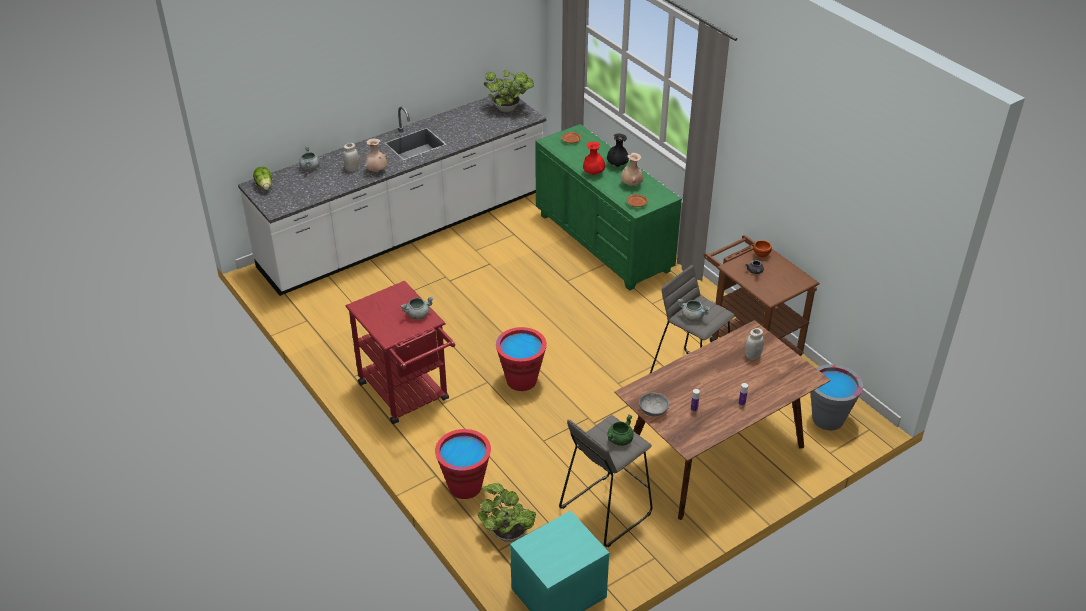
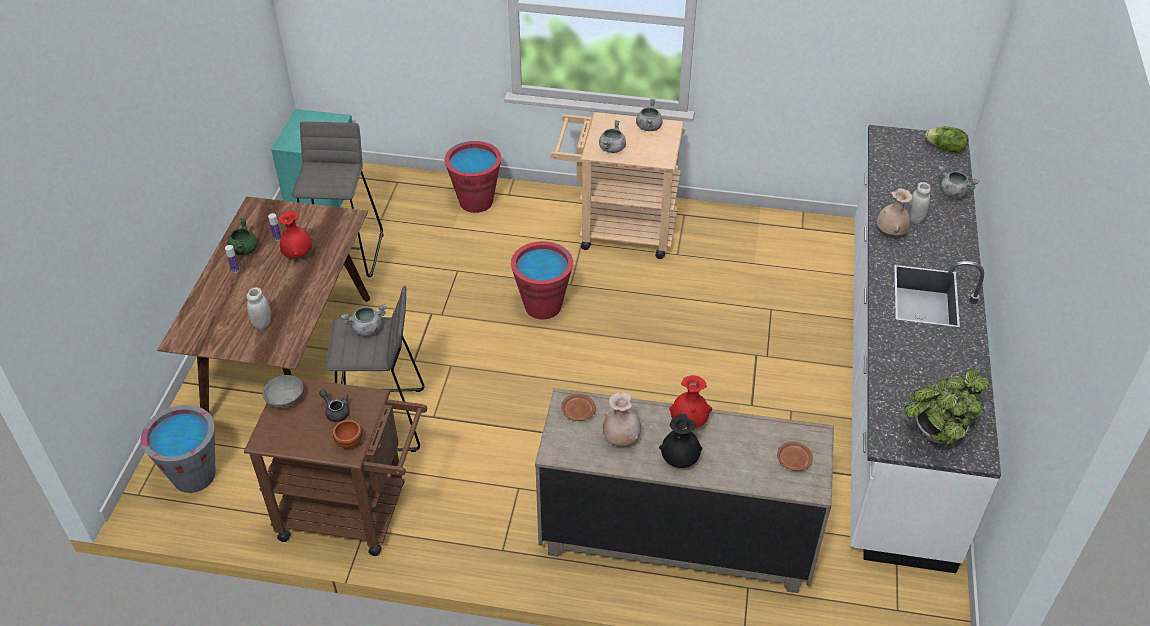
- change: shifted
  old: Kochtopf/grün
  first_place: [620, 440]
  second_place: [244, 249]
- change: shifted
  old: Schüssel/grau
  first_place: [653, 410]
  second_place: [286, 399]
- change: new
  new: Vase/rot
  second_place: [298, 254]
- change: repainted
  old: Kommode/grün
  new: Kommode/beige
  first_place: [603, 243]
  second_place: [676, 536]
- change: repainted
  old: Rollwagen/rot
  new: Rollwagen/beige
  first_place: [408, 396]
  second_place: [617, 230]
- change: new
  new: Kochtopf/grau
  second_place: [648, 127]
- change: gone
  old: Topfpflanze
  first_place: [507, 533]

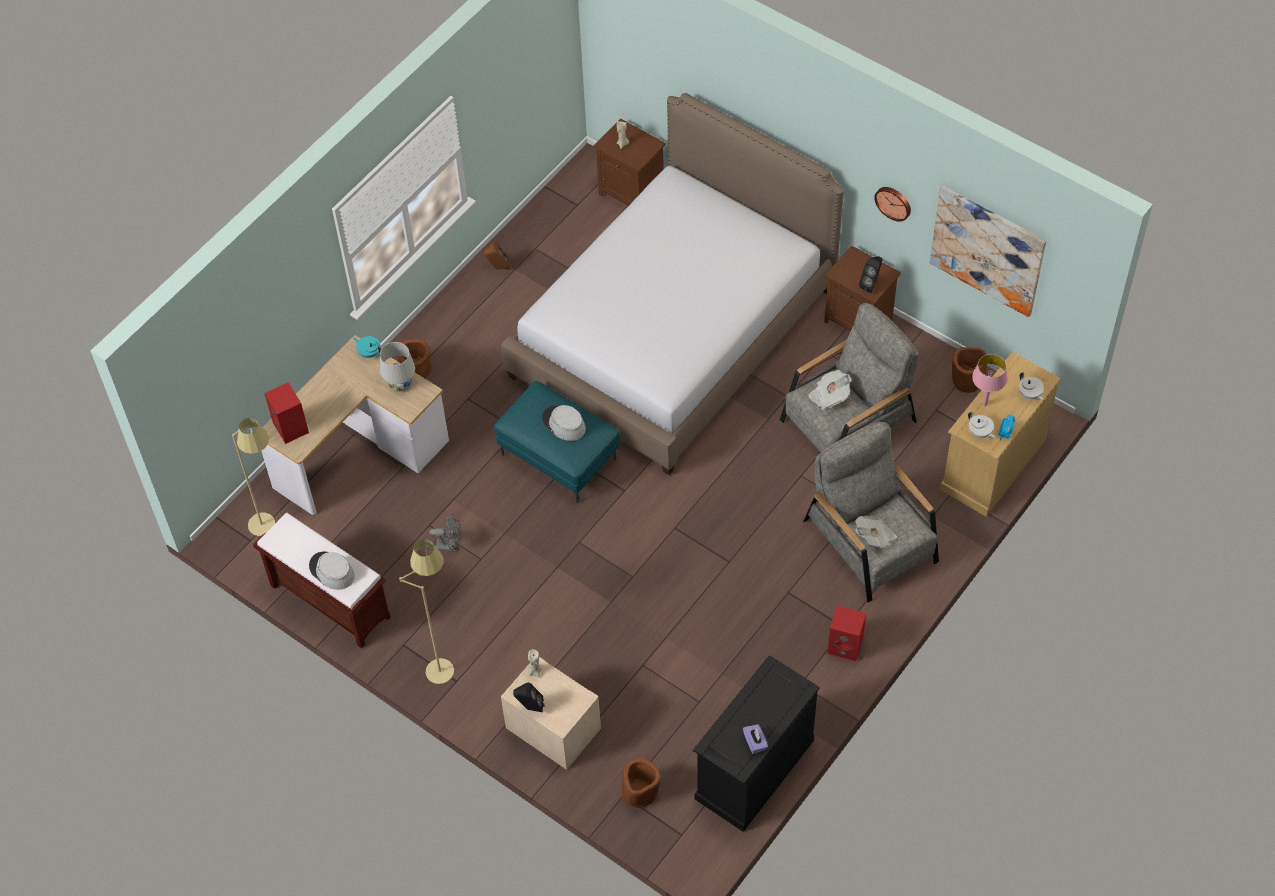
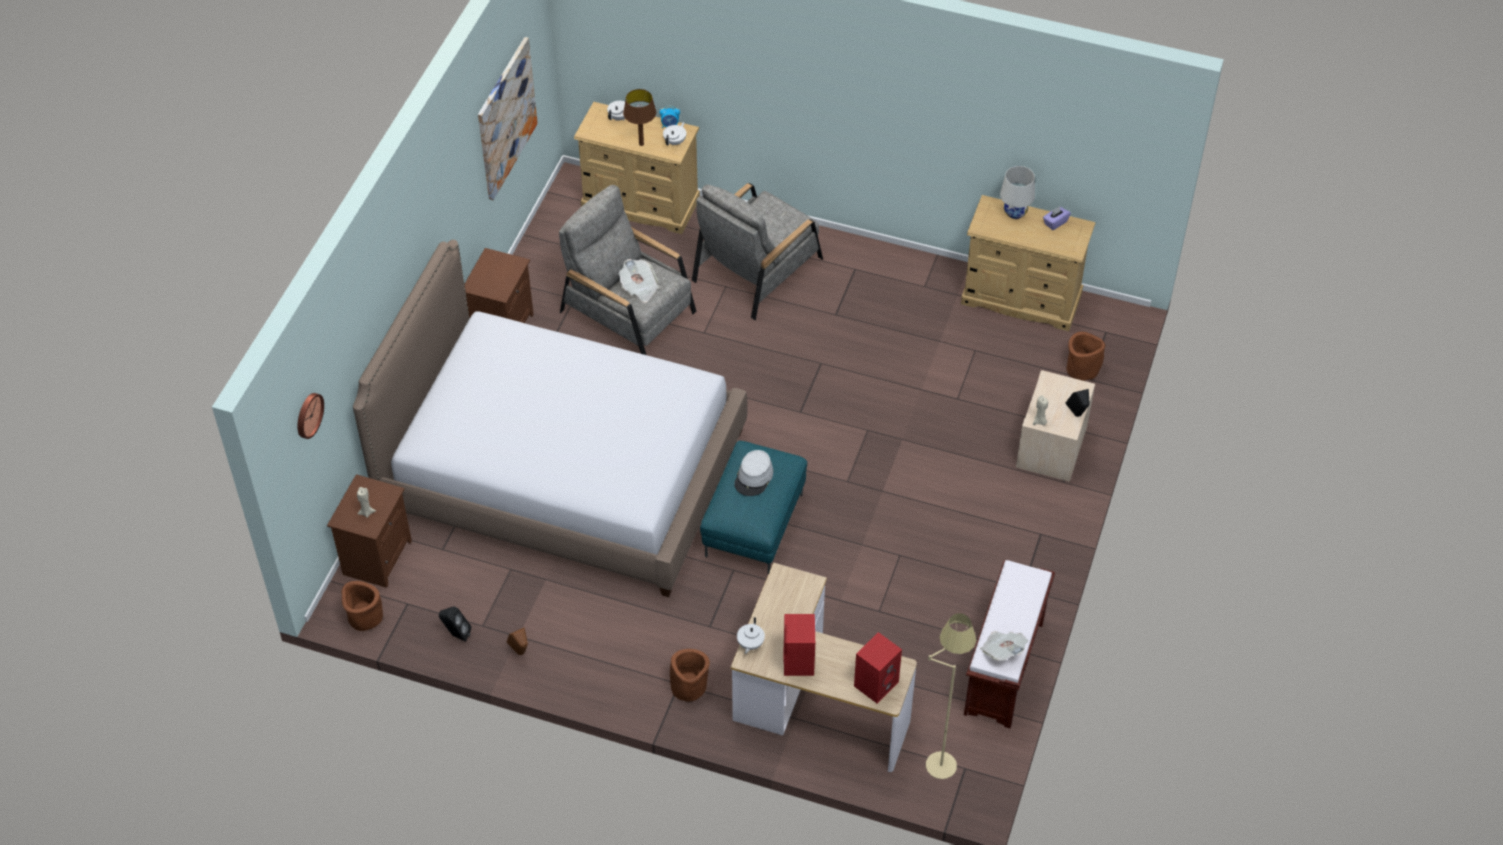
- change: shifted
  old: Wanduhr
  first_place: [893, 202]
  second_place: [308, 415]
- change: shifted
  old: Pflanzkübel/braun
  first_place: [967, 380]
  second_place: [364, 617]
- change: shifted
  old: Lautsprecher/schwarz
  first_place: [871, 284]
  second_place: [456, 635]
- change: repainted
  old: Tischlampe/rosa
  new: Tischlampe/braun
  first_place: [985, 404]
  second_place: [641, 144]
- change: repainted
  old: Teekanne/türkis
  new: Teekanne/weiß
  first_place: [369, 352]
  second_place: [750, 644]
- change: shifted
  old: Lautsprecher/rot
  first_place: [846, 645]
  second_place: [797, 660]
- change: repainted
  old: Kommode/schwarz
  new: Kommode/beige
  first_place: [754, 769]
  second_place: [1021, 299]
- change: shifted
  old: Zeitung
  first_place: [875, 537]
  second_place: [1002, 651]
- change: shifted
  old: Tischlampe/weiß
  first_place: [400, 384]
  second_place: [1015, 212]
- change: gone
  old: Hut/grau
  first_place: [331, 571]
- change: gone
  old: Stehlampe/beige
  first_place: [441, 659]
- change: gone
  old: Ventilator/grau
  first_place: [450, 545]

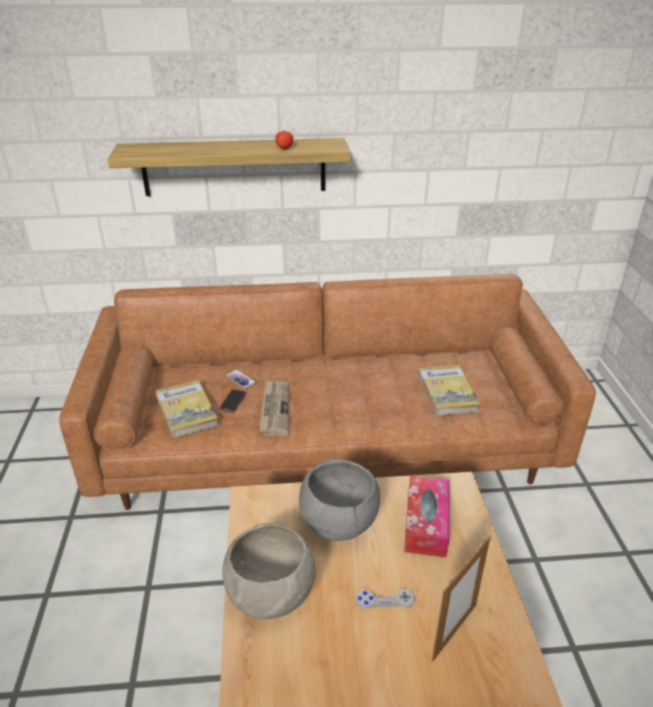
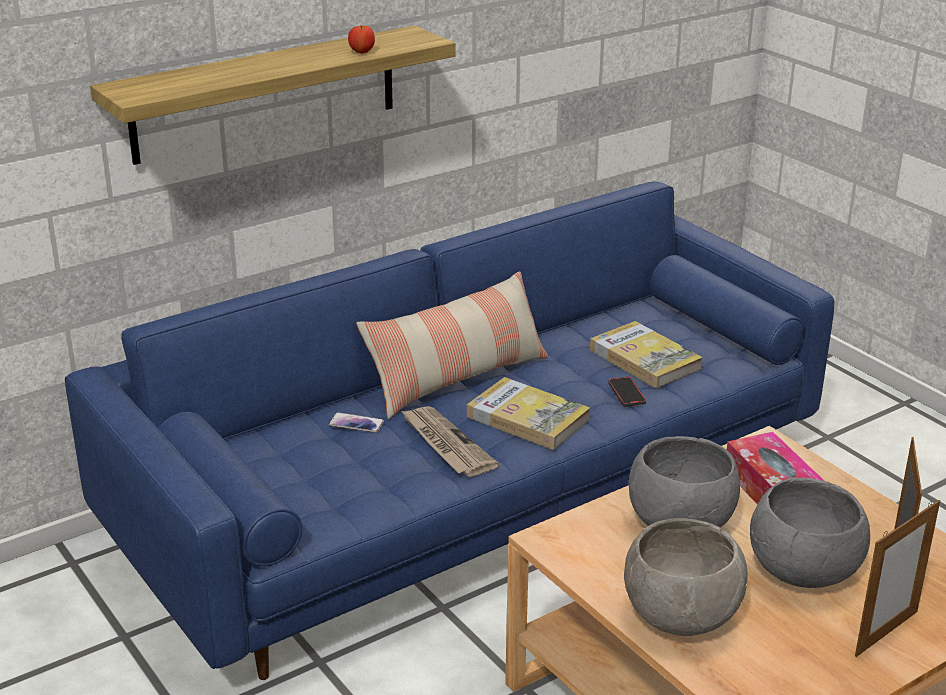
- change: repainted
  old: Sofa/braun
  new: Sofa/blau
  first_place: [326, 440]
  second_place: [472, 494]
- change: new
  new: Kissen
  second_place: [457, 378]
- change: shifted
  old: Buch
  first_place: [186, 411]
  second_place: [527, 418]
- change: shifted
  old: Handy
  first_place: [233, 402]
  second_place: [626, 393]
- change: swapped
  old: Gamepad/grau
  new: Schüssel/grau
  first_place: [385, 599]
  second_place: [802, 573]
- change: new
  new: Bilderrahmen
  second_place: [886, 633]

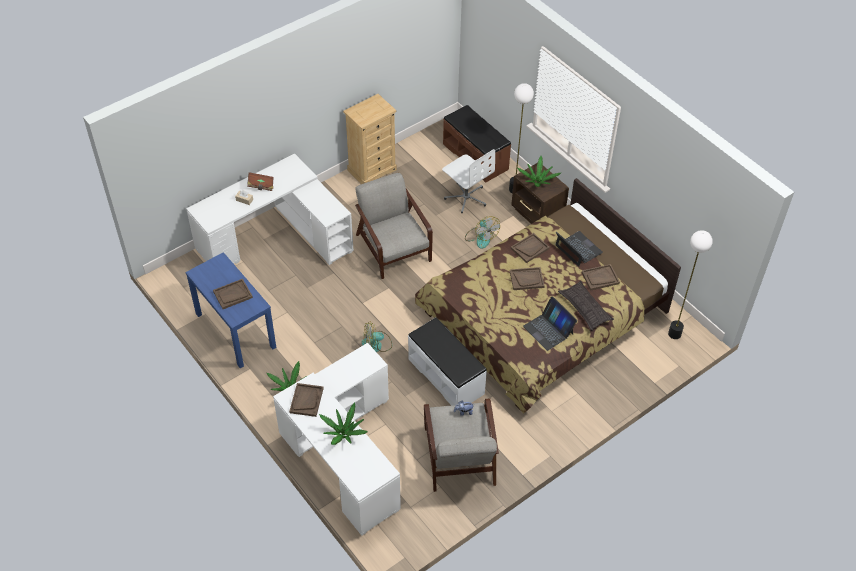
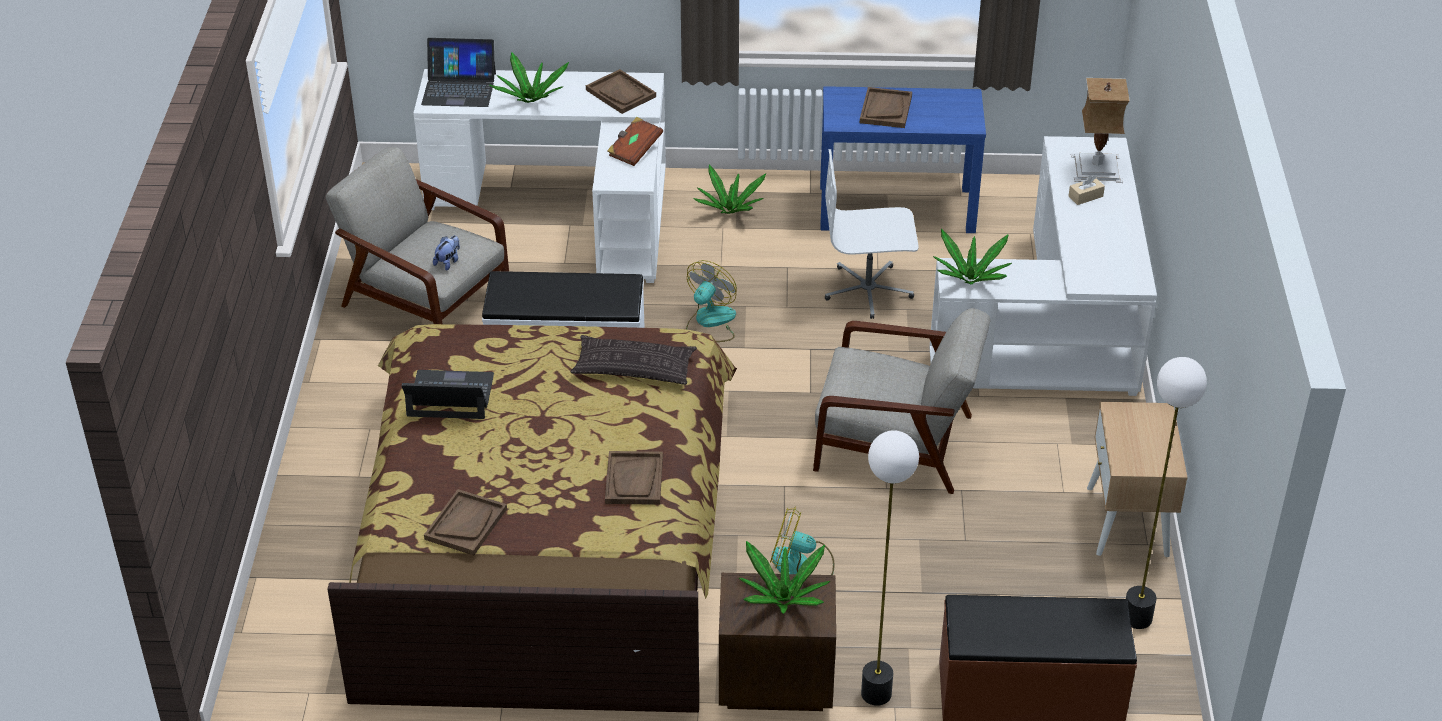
- change: shifted
  old: Laptop
  first_place: [578, 249]
  second_place: [459, 88]
- change: shifted
  old: Kissen
  first_place: [585, 308]
  second_place: [633, 368]
- change: shifted
  old: Buch/braun
  first_place: [261, 186]
  second_place: [634, 150]
- change: shifted
  old: Bürostuhl/weiß
  first_place: [466, 197]
  second_place: [868, 290]
- change: new
  new: Topfpflanze
  second_place: [970, 279]
- change: new
  new: Tischlampe
  second_place: [1097, 169]
- change: swapped
  old: Kommode/beige
  new: Nachttisch/beige
  first_place: [372, 169]
  second_place: [1128, 521]
- change: shifted
  old: Stehlampe
  first_place: [674, 334]
  second_place: [1136, 618]
- change: gone
  old: Tablett/braun
  first_place: [526, 279]

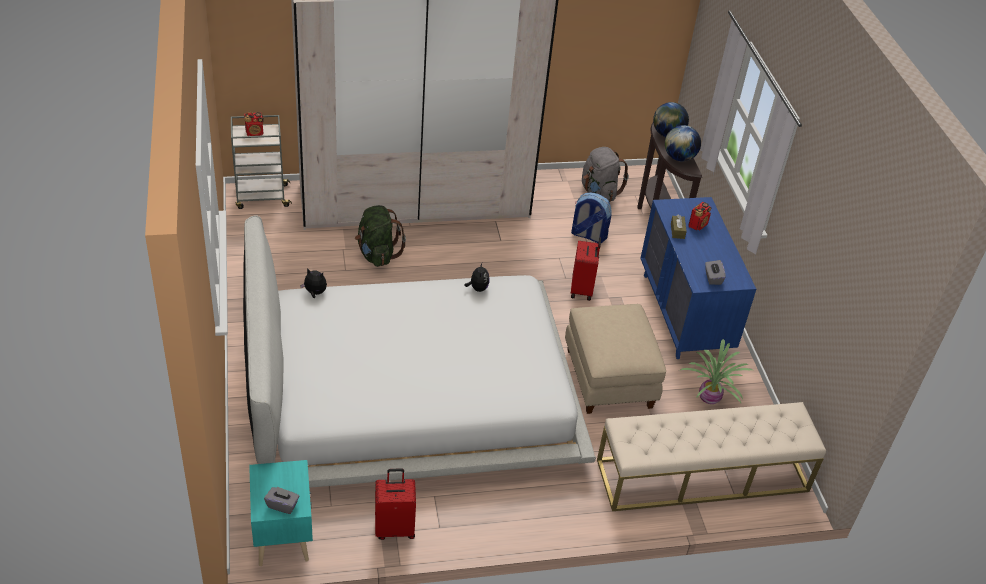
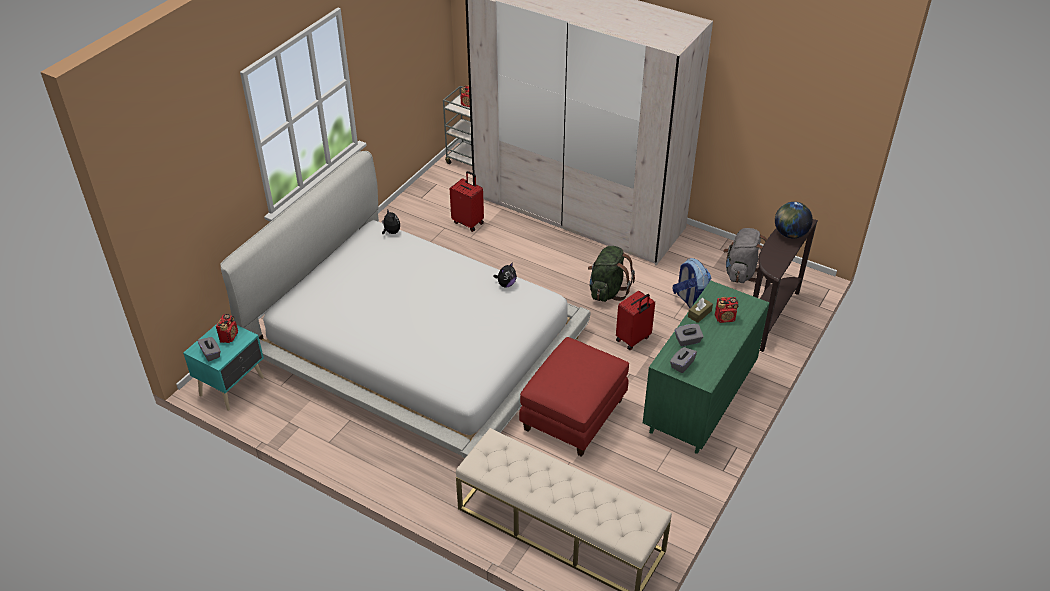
- change: new
  new: Radio
  second_place: [229, 336]
- change: shifted
  old: Koffer/rot
  first_place: [395, 528]
  second_place: [468, 222]
- change: repainted
  old: Polsterhocker/beige
  new: Polsterhocker/rot
  first_place: [607, 378]
  second_place: [573, 414]
- change: shifted
  old: Rucksack/grün
  first_place: [377, 254]
  second_place: [607, 291]
- change: repainted
  old: Kommode/blau
  new: Kommode/grün
  first_place: [684, 314]
  second_place: [699, 402]
- change: new
  new: Taschentuchbox/grau
  second_place: [688, 341]
- change: gone
  old: Globus
  first_place: [679, 157]
- change: gone
  old: Topfpflanze
  first_place: [710, 398]

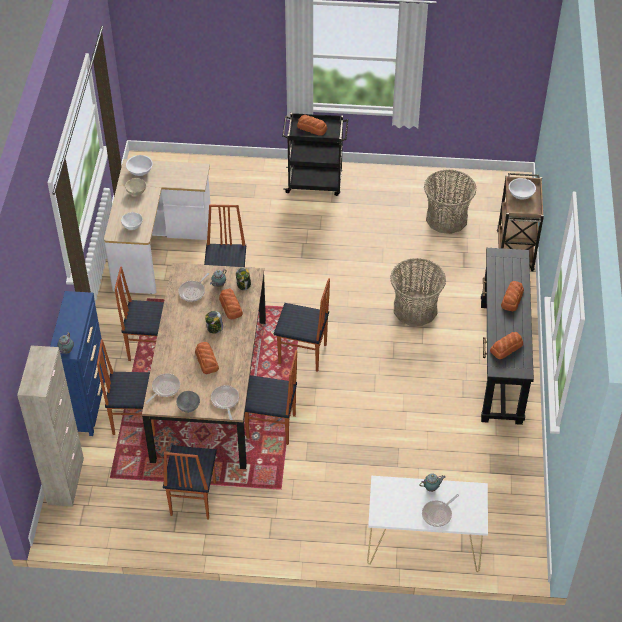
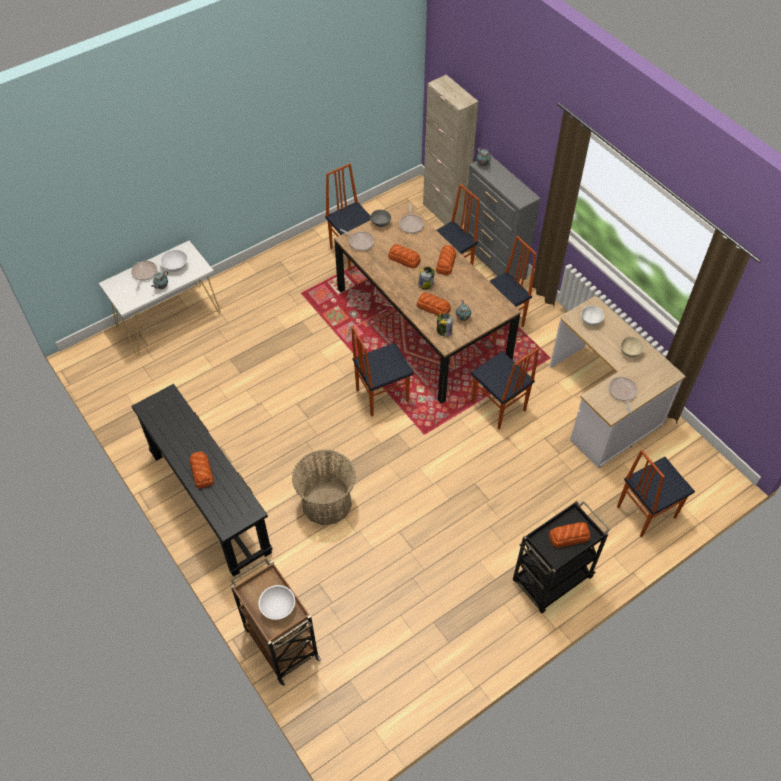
- change: shifted
  old: Schüssel/weiß
  first_place: [140, 171]
  second_place: [175, 266]
- change: shifted
  old: Brot
  first_place: [506, 348]
  second_place: [445, 263]
- change: repainted
  old: Kommode/blau
  new: Kommode/grau
  first_place: [87, 401]
  second_place: [494, 262]
- change: shifted
  old: Pfanne
  first_place: [193, 292]
  second_place: [622, 392]
- change: shifted
  old: Stuhl
  first_place: [271, 427]
  second_place: [645, 511]
- change: gone
  old: Korb
  first_place: [446, 218]

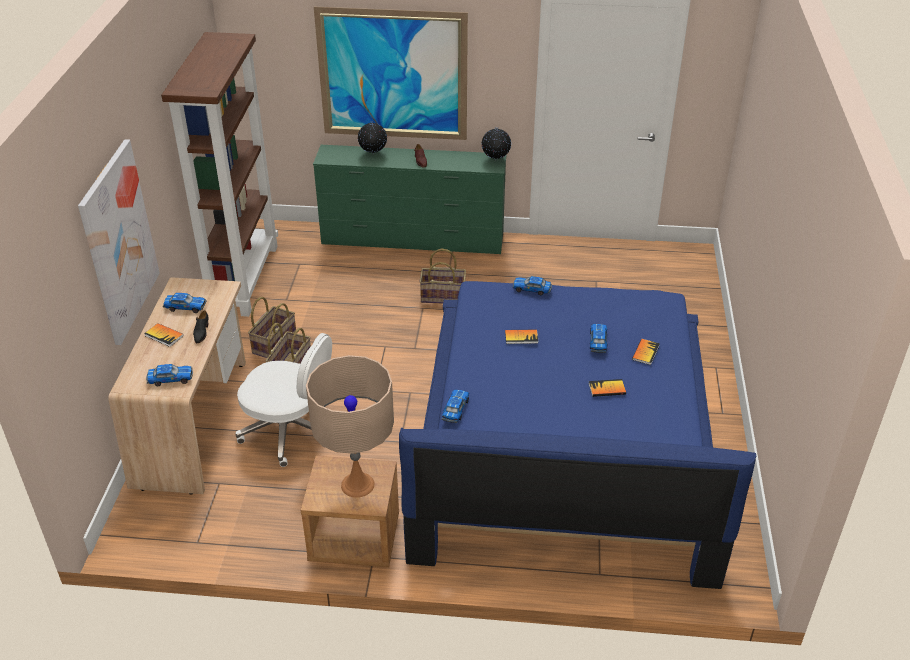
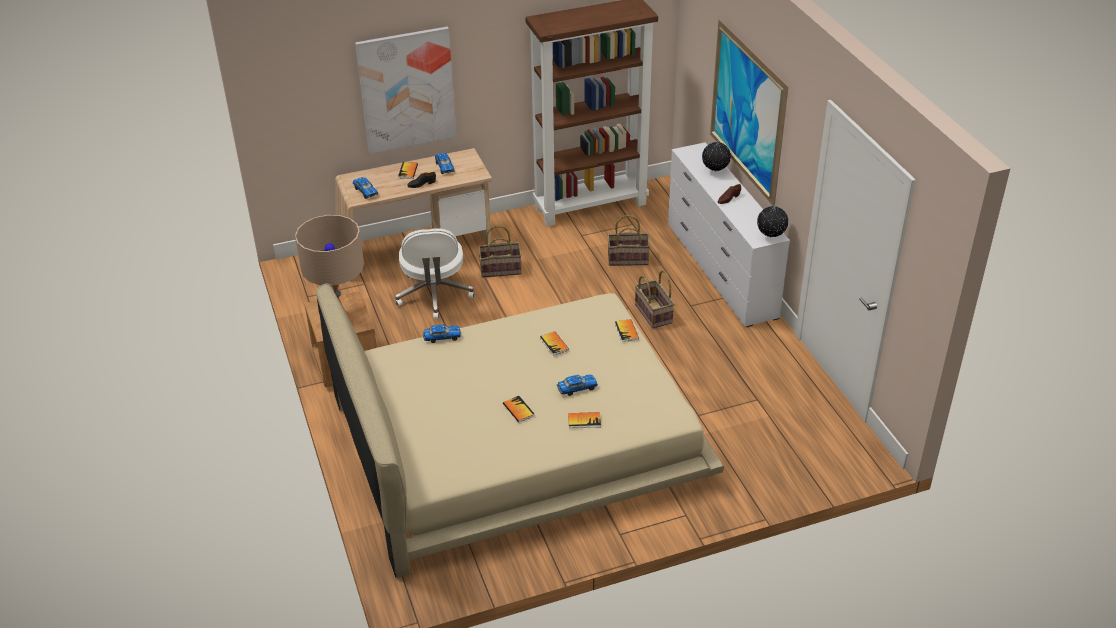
- change: repainted
  old: Bett/blau
  new: Bett/beige
  first_place: [565, 439]
  second_place: [517, 440]
- change: shifted
  old: Korb
  first_place: [274, 343]
  second_place: [628, 258]
- change: swapped
  old: Spielzeugauto
  new: Buch
  first_place: [532, 289]
  second_place: [626, 331]
- change: repainted
  old: Kommode/grün
  new: Kommode/weiß
  first_place: [413, 240]
  second_place: [720, 270]

